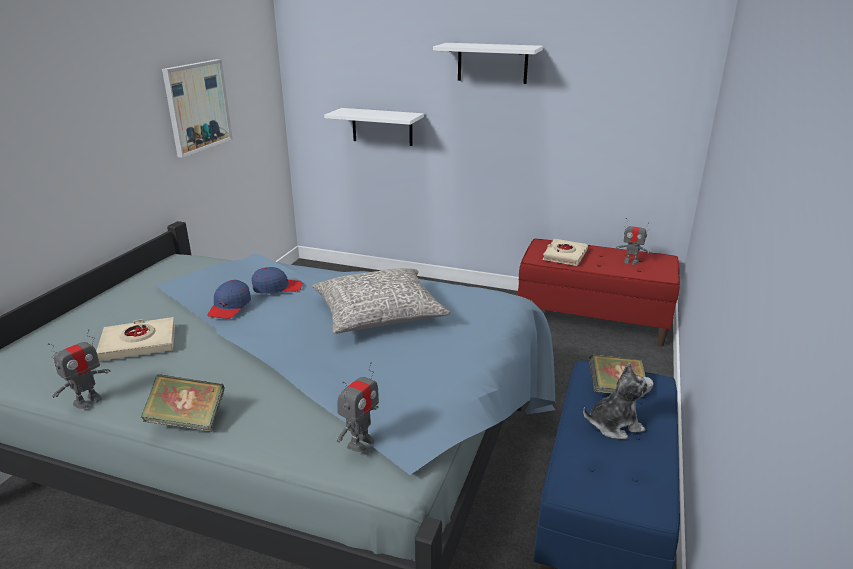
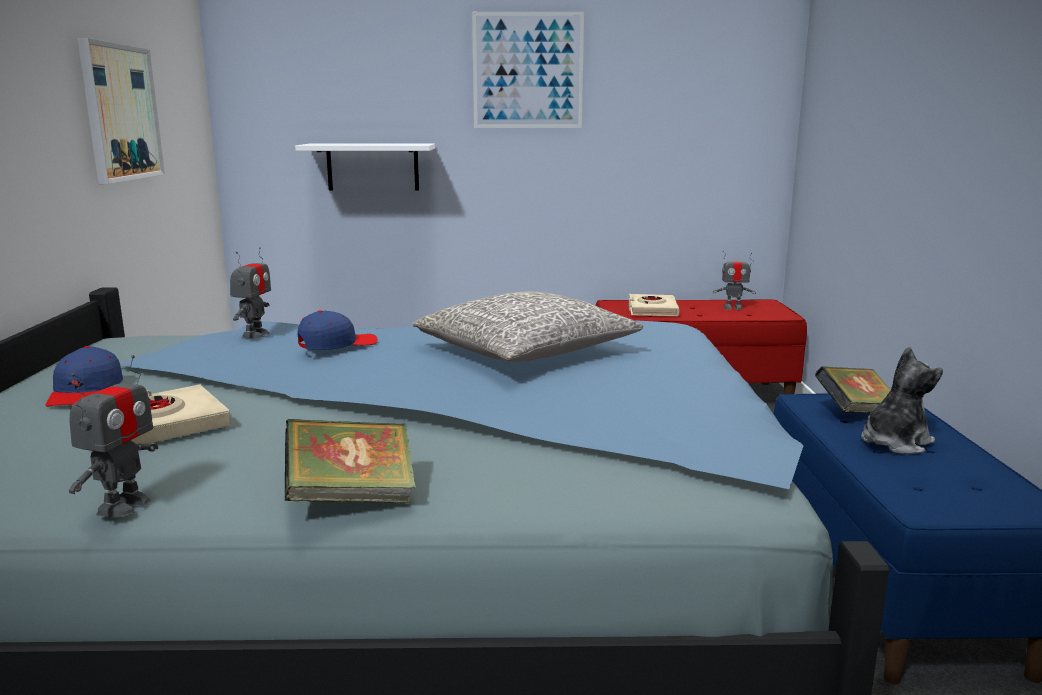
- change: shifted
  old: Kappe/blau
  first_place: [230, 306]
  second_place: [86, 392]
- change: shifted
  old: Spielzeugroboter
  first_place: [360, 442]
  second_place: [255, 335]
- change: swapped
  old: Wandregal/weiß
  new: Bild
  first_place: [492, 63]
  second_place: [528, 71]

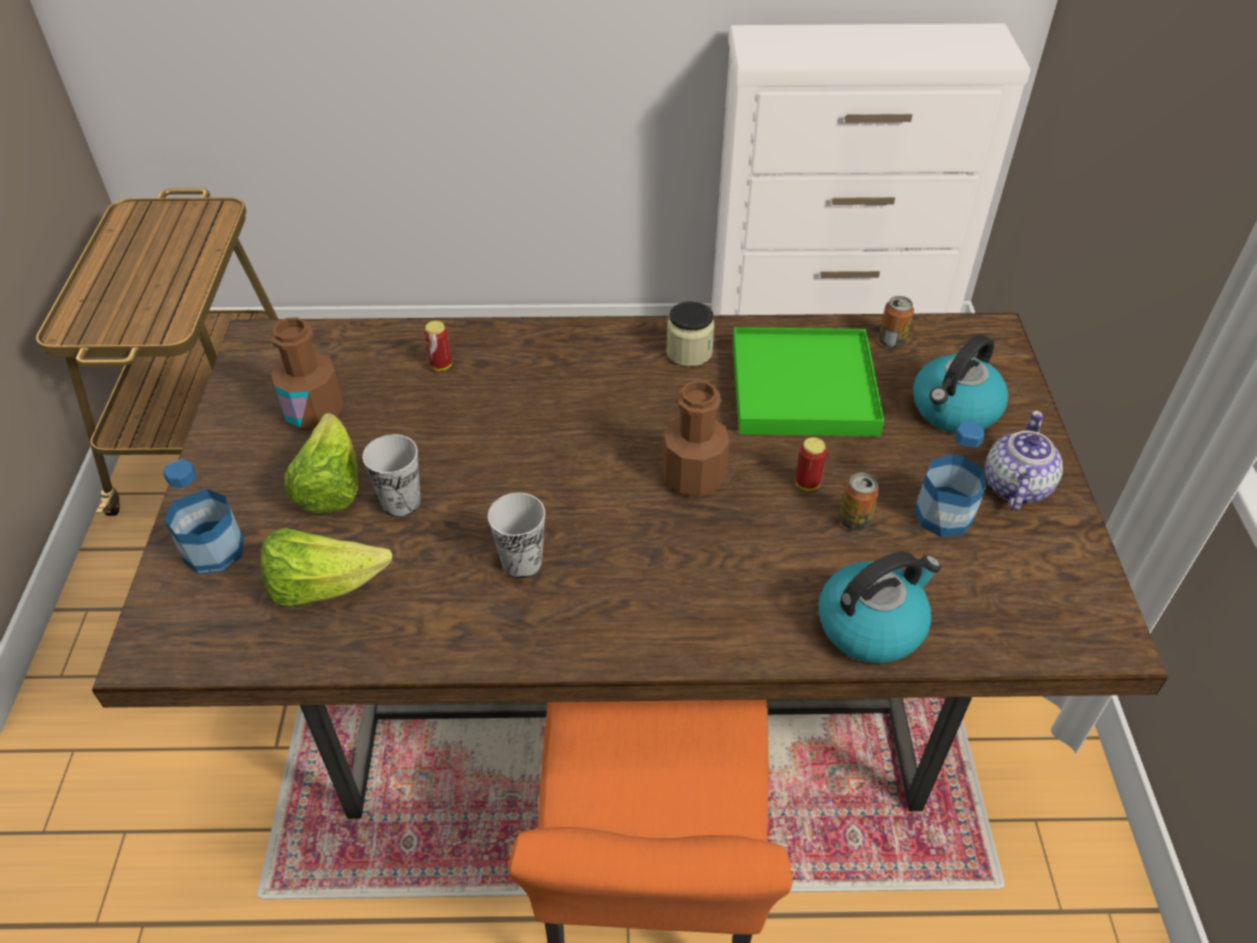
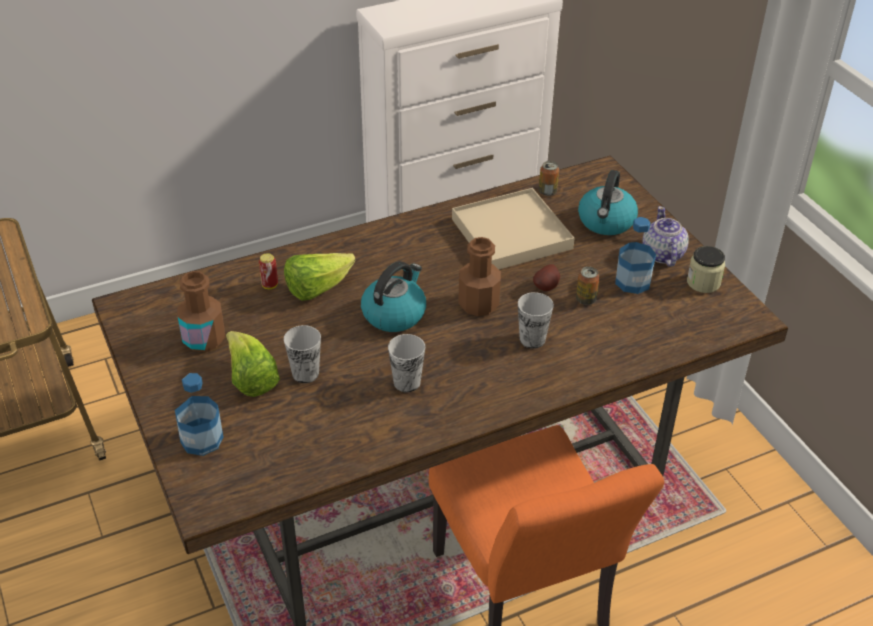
- change: shifted
  old: Salatkopf
  first_place: [324, 587]
  second_place: [317, 288]
- change: shifted
  old: Wasserkessel
  first_place: [871, 624]
  second_place: [394, 314]
- change: repainted
  old: Tablett/grün
  new: Tablett/beige
  first_place: [803, 388]
  second_place: [512, 234]
- change: new
  new: Tasse
  second_place: [532, 339]
- change: swapped
  old: Dose
  new: Kartoffel
  first_place: [807, 483]
  second_place: [547, 287]
- change: shifted
  old: Vorratsglas
  first_place: [689, 352]
  second_place: [703, 282]

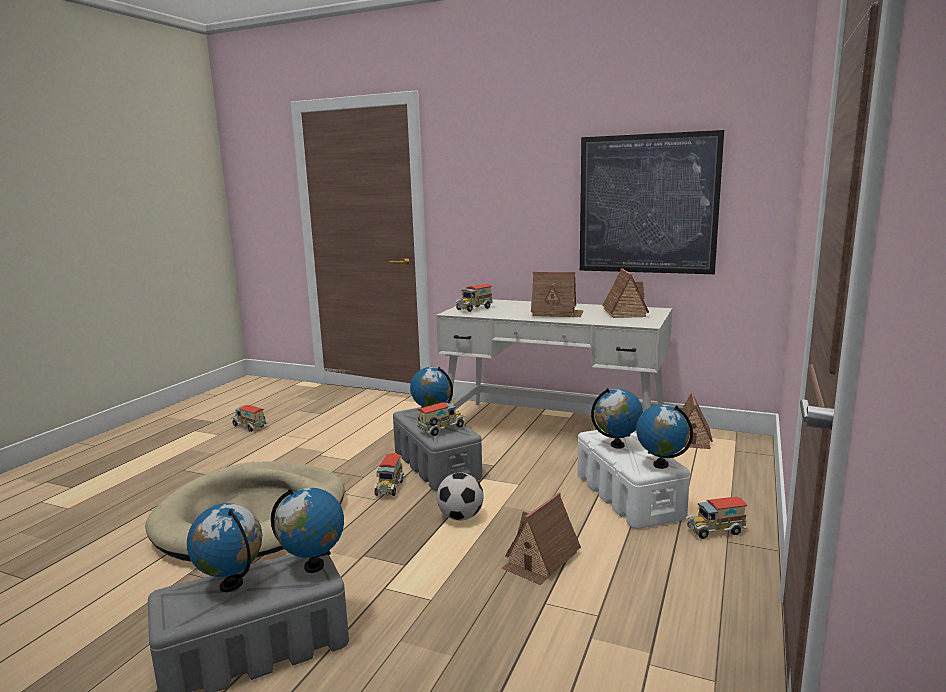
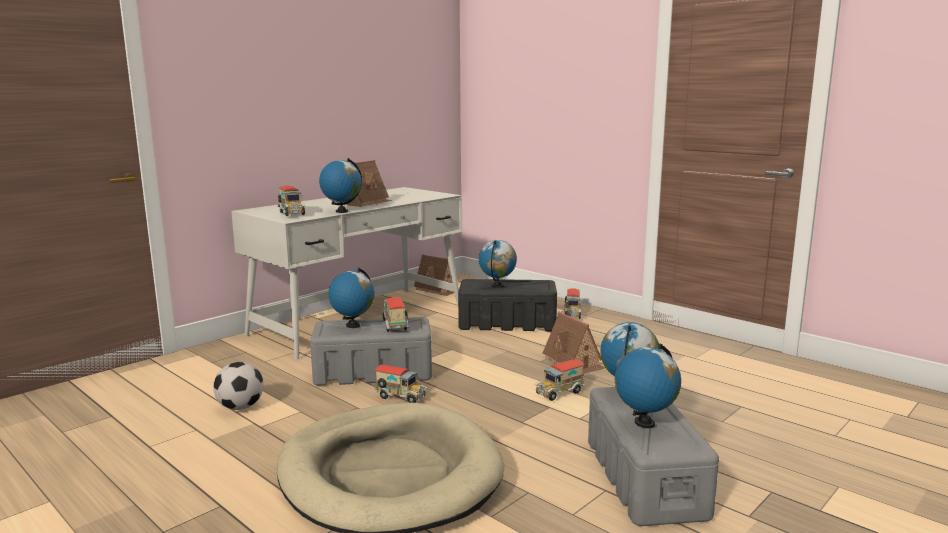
- change: shifted
  old: Fußball
  first_place: [460, 517]
  second_place: [240, 407]
- change: shifted
  old: Globus
  first_place: [661, 465]
  second_place: [341, 211]
- change: repainted
  old: Aufbewahrungsbox/weiß
  new: Aufbewahrungsbox/schwarz
  first_place: [628, 496]
  second_place: [508, 323]
- change: shifted
  old: Spielzeuglaster
  first_place: [250, 427]
  second_place: [559, 393]
- change: gone
  old: Bild
  first_place: [647, 204]
- change: gone
  old: Spielzeughaus
  first_place: [624, 313]

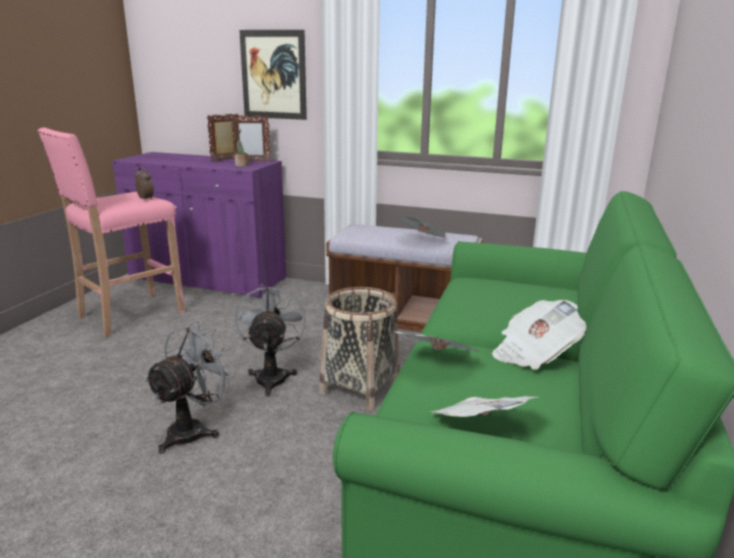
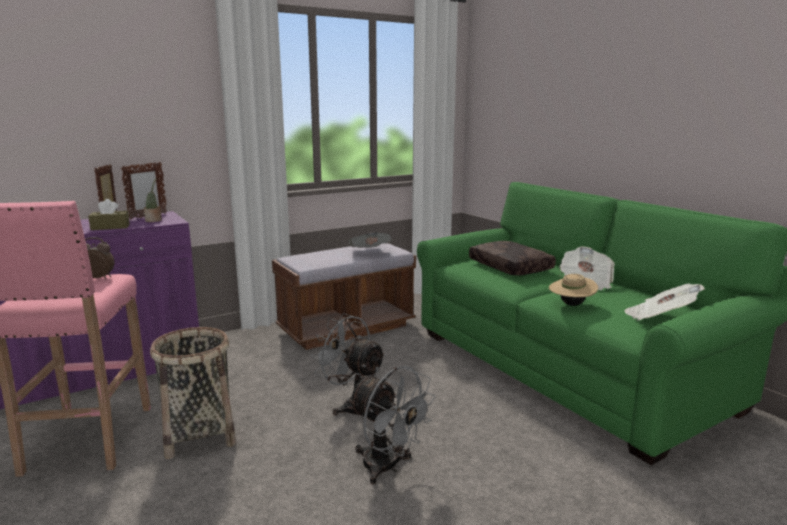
- change: new
  new: Taschentuchbox/braun
  second_place: [110, 227]
- change: shifted
  old: Korb
  first_place: [360, 388]
  second_place: [200, 435]
- change: rotated
  old: Ventilator/grau
  first_place: [194, 430]
  second_place: [388, 467]
  degrees: 150
- change: new
  new: Kissen/braun
  second_place: [508, 267]
- change: swapped
  old: Zeitung
  new: Hut/beige
  first_place: [438, 362]
  second_place: [571, 304]
- change: gone
  old: Bild
  first_place: [273, 75]

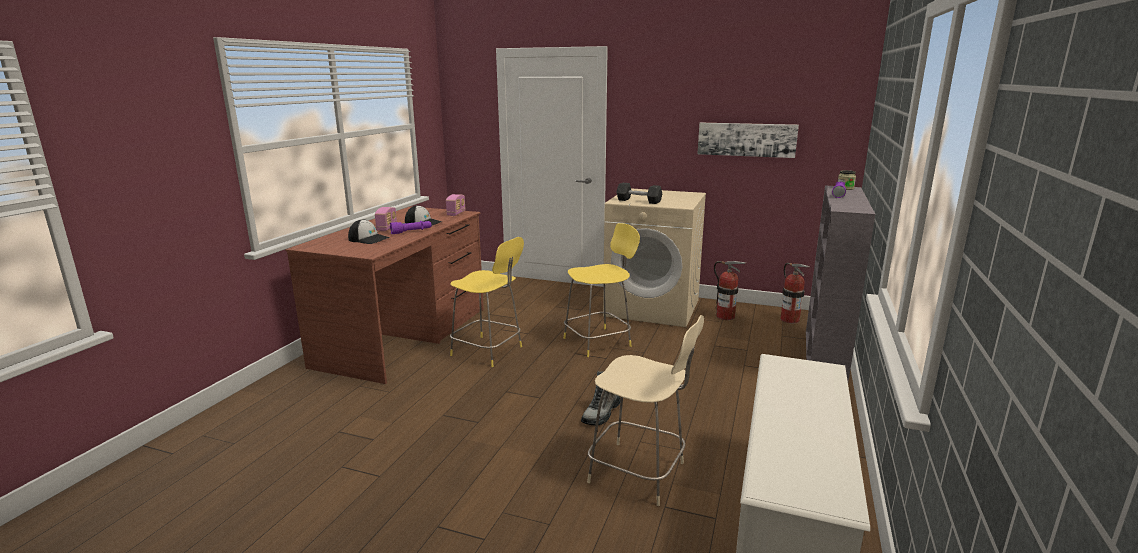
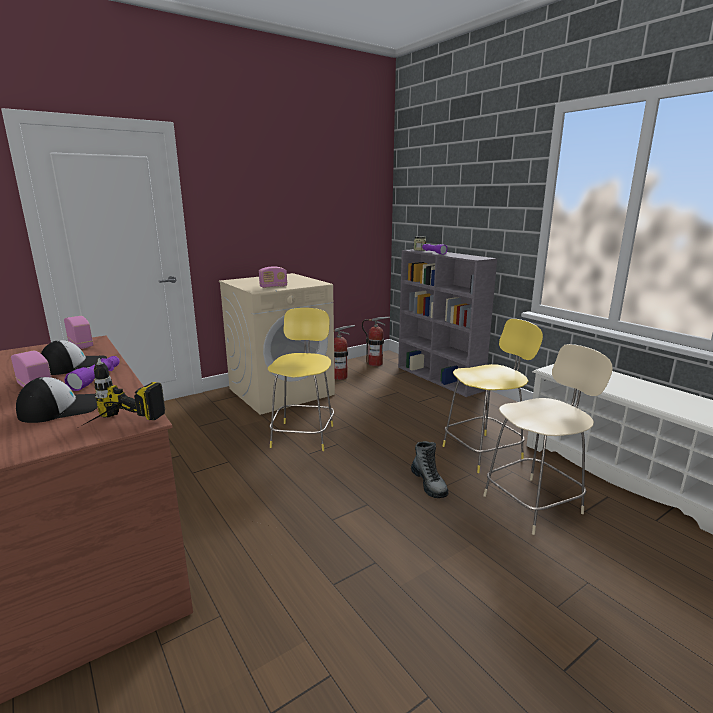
- change: new
  new: Bohrmaschine
  second_place: [113, 428]
- change: swapped
  old: Hantel/schwarz
  new: Radio
  first_place: [638, 201]
  second_place: [273, 286]
- change: shifted
  old: Hocker/gelb
  first_place: [488, 351]
  second_place: [484, 452]
- change: gone
  old: Bild
  first_place: [746, 139]

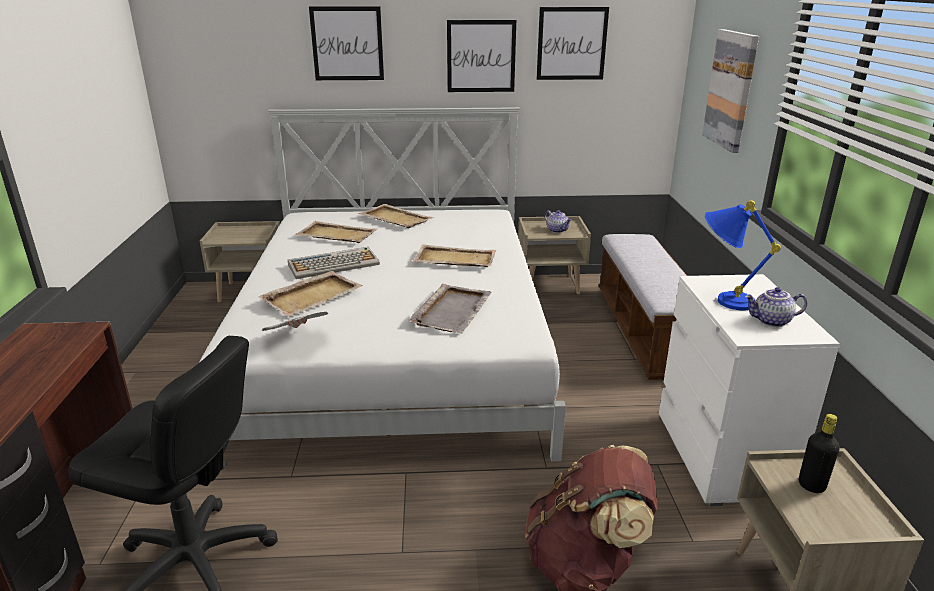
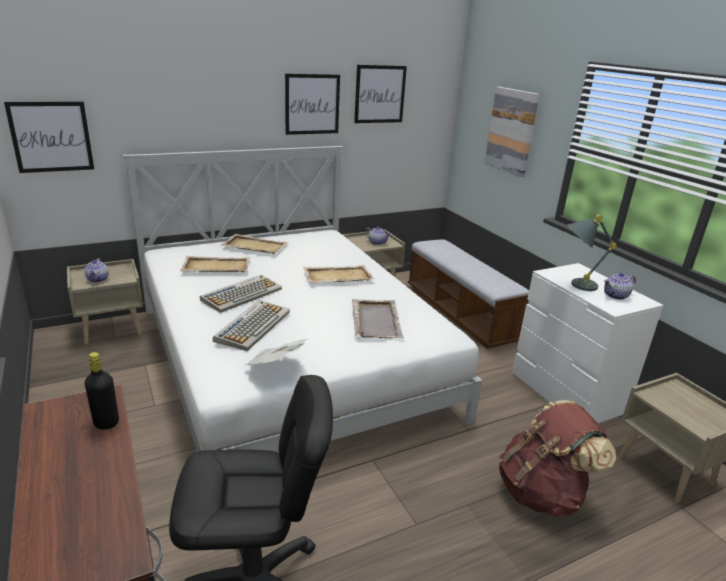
- change: shifted
  old: Bild
  first_place: [347, 44]
  second_place: [51, 137]
- change: new
  new: Teekanne
  second_place: [98, 279]
- change: shifted
  old: Flasche/schwarz
  first_place: [811, 485]
  second_place: [106, 423]
- change: swapped
  old: Tablett/beige
  new: Tastatur
  first_place: [312, 295]
  second_place: [253, 325]
- change: repainted
  old: Tischlampe/blau
  new: Tischlampe/grau
  first_place: [721, 299]
  second_place: [574, 284]

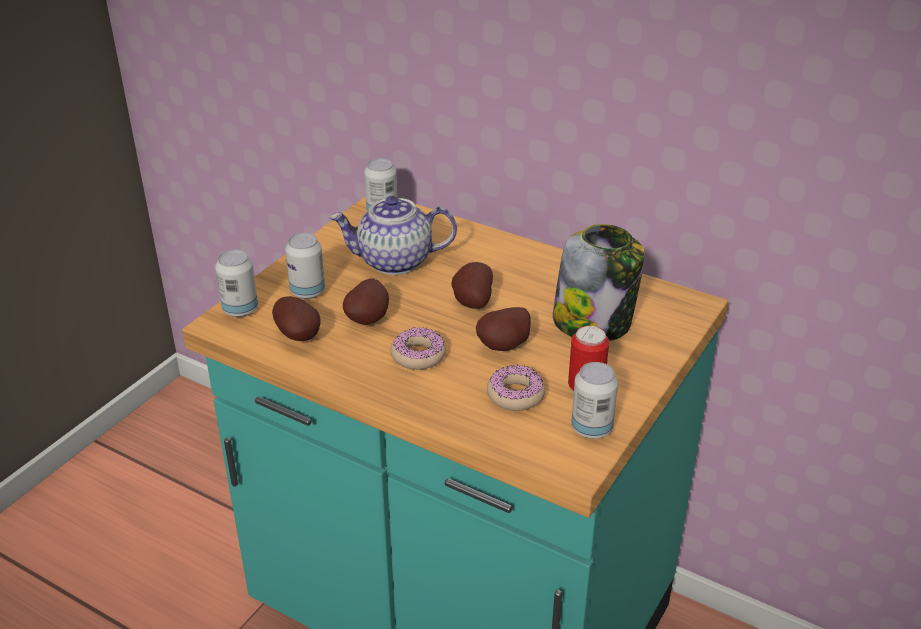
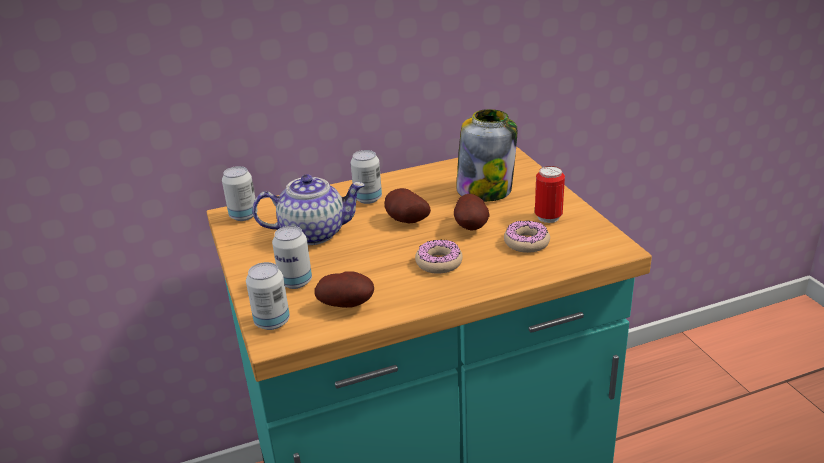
- change: rotated
  old: Teekanne
  first_place: [394, 262]
  second_place: [314, 233]
  degrees: -135
- change: shifted
  old: Dose
  first_place: [591, 428]
  second_place: [368, 199]
- change: gone
  old: Kartoffel
  first_place: [369, 319]

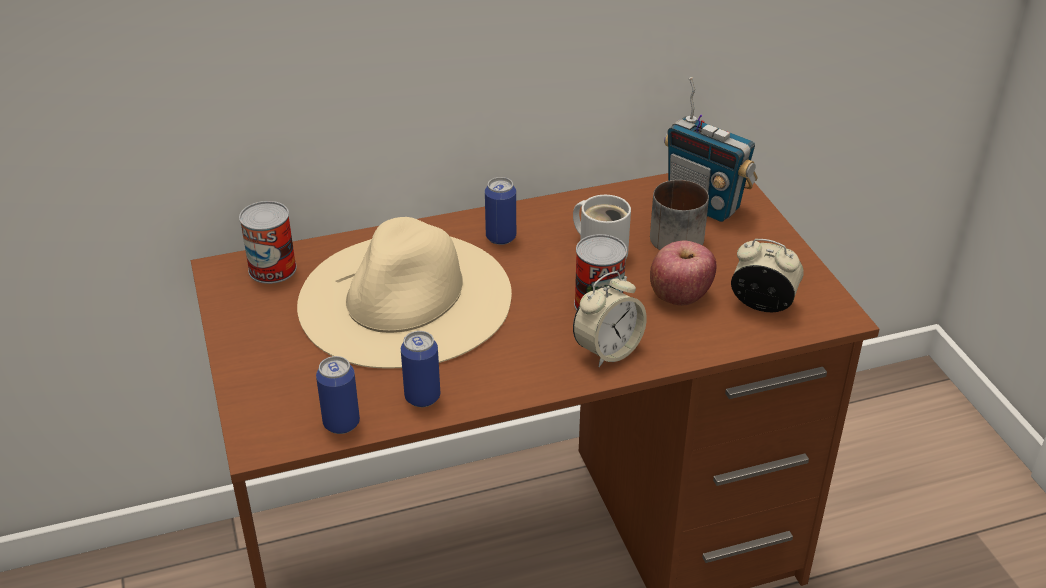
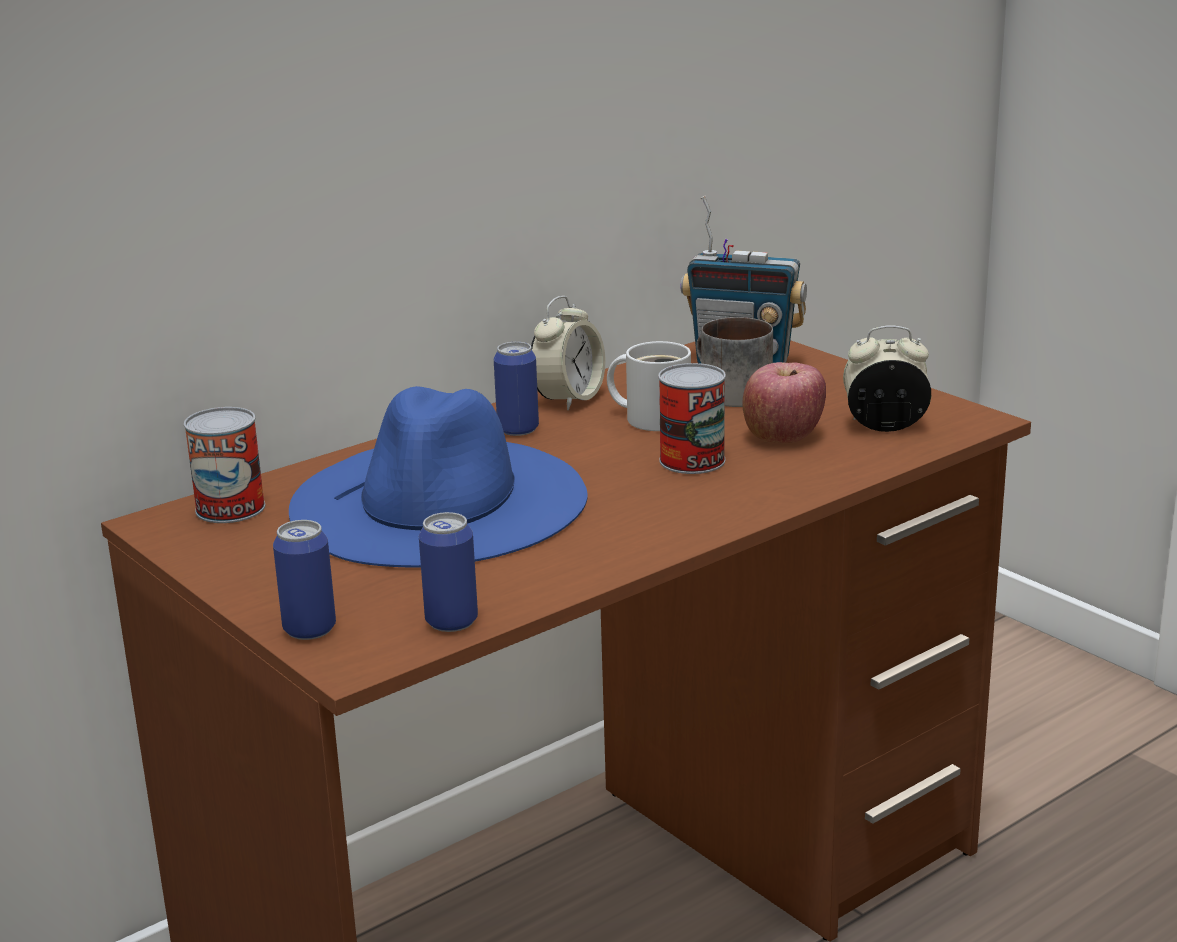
- change: shifted
  old: Dose
  first_place: [422, 397]
  second_place: [309, 629]
- change: repainted
  old: Hut/beige
  new: Hut/blau
  first_place: [405, 298]
  second_place: [439, 500]
- change: shifted
  old: Wecker
  first_place: [608, 350]
  second_place: [569, 399]

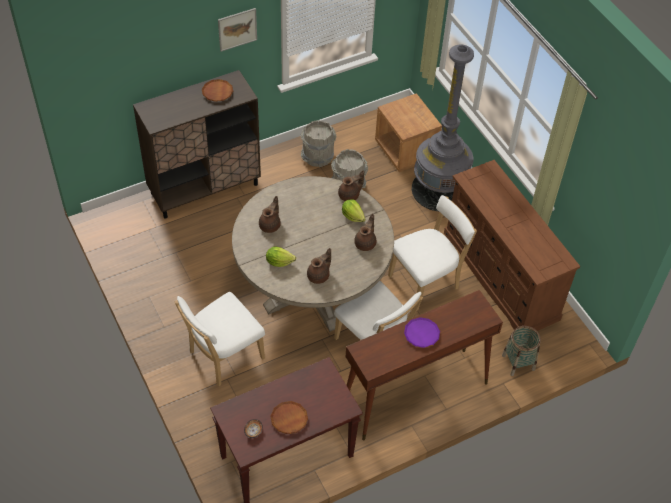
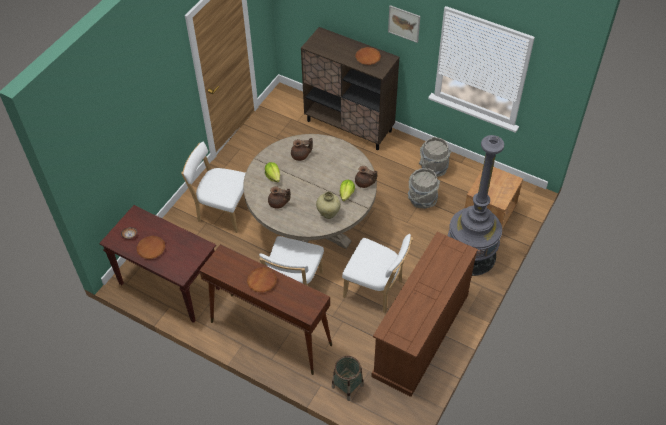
- change: repainted
  old: Teller/lila
  new: Teller/braun
  first_place: [421, 334]
  second_place: [262, 281]
- change: swapped
  old: Teekanne/braun
  new: Vase/beige
  first_place: [366, 243]
  second_place: [328, 214]

